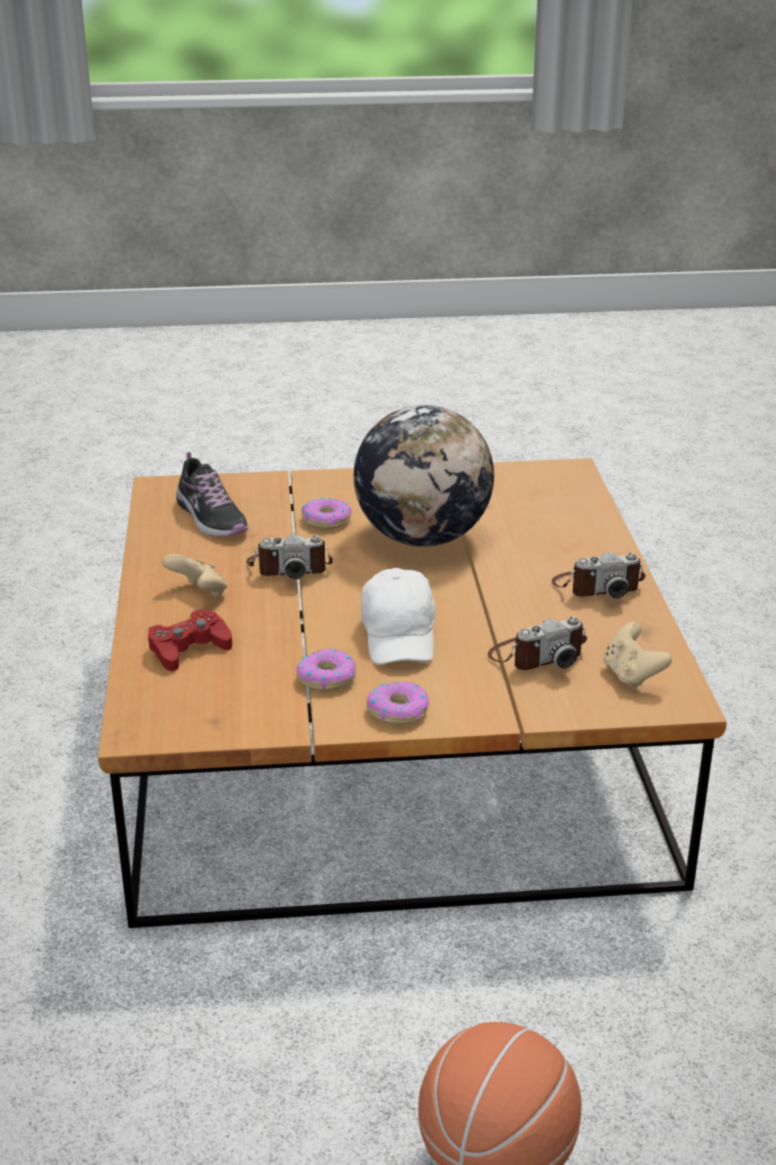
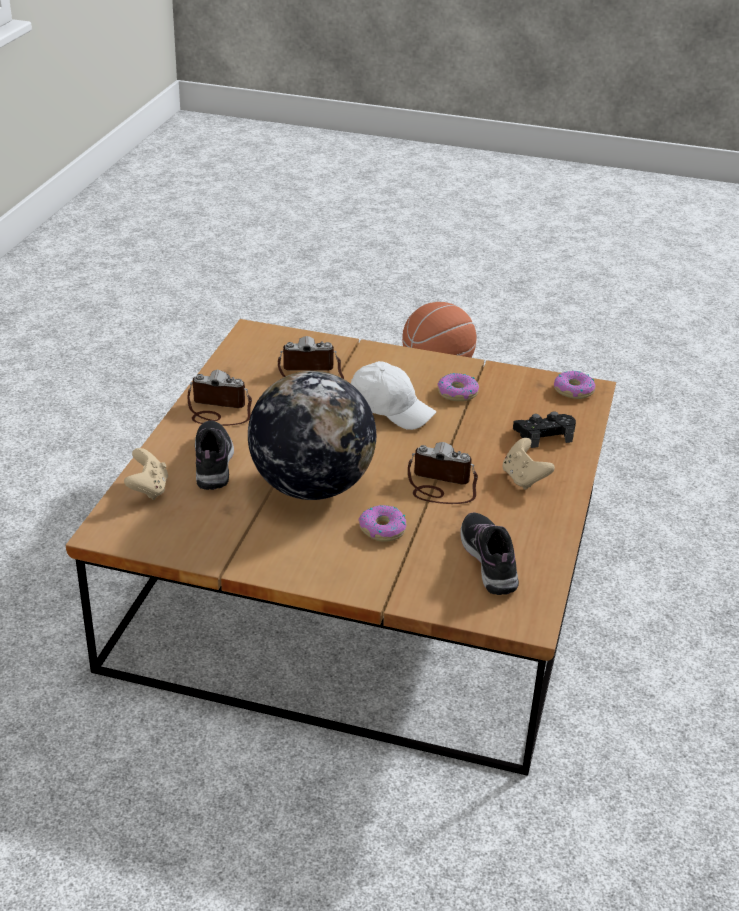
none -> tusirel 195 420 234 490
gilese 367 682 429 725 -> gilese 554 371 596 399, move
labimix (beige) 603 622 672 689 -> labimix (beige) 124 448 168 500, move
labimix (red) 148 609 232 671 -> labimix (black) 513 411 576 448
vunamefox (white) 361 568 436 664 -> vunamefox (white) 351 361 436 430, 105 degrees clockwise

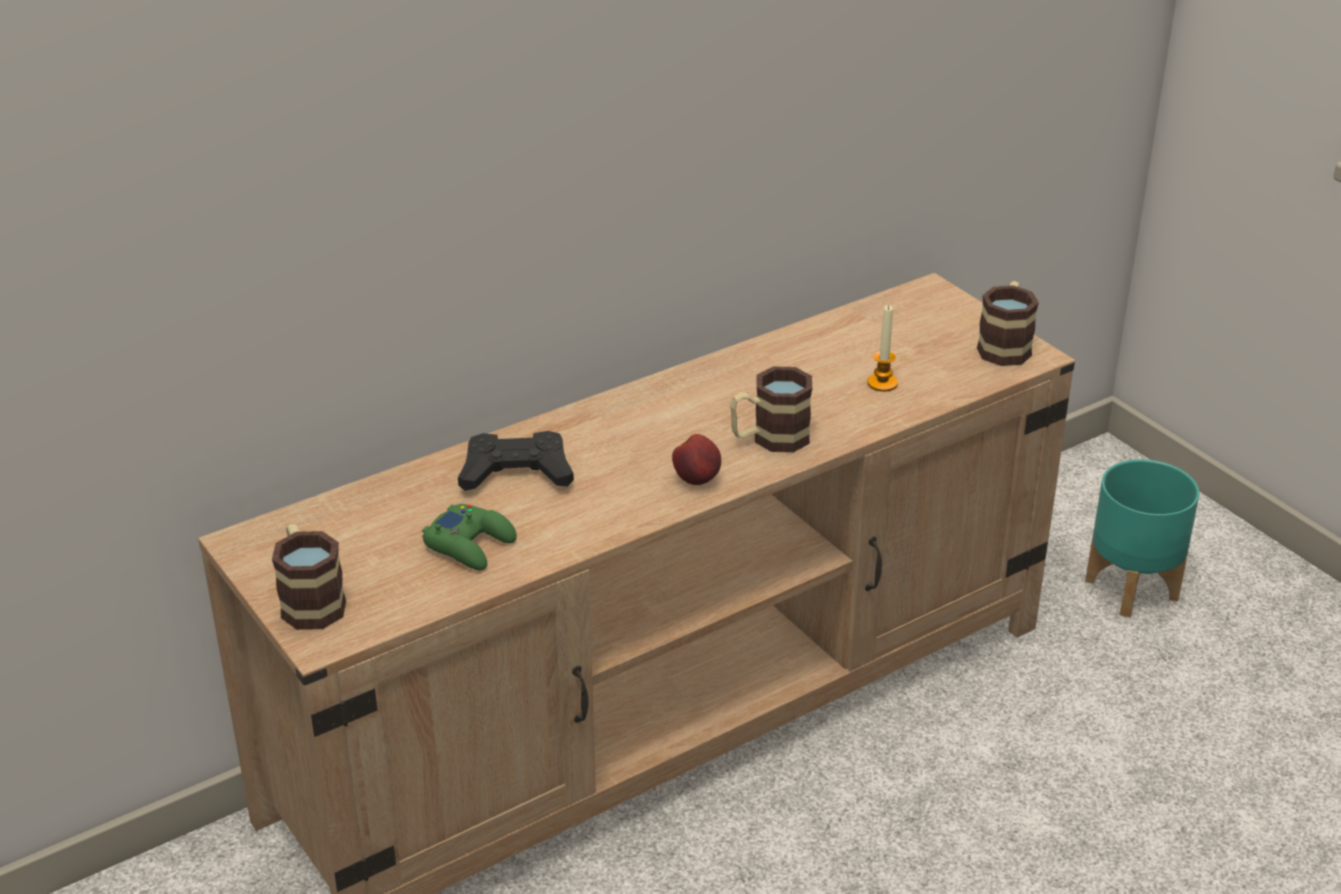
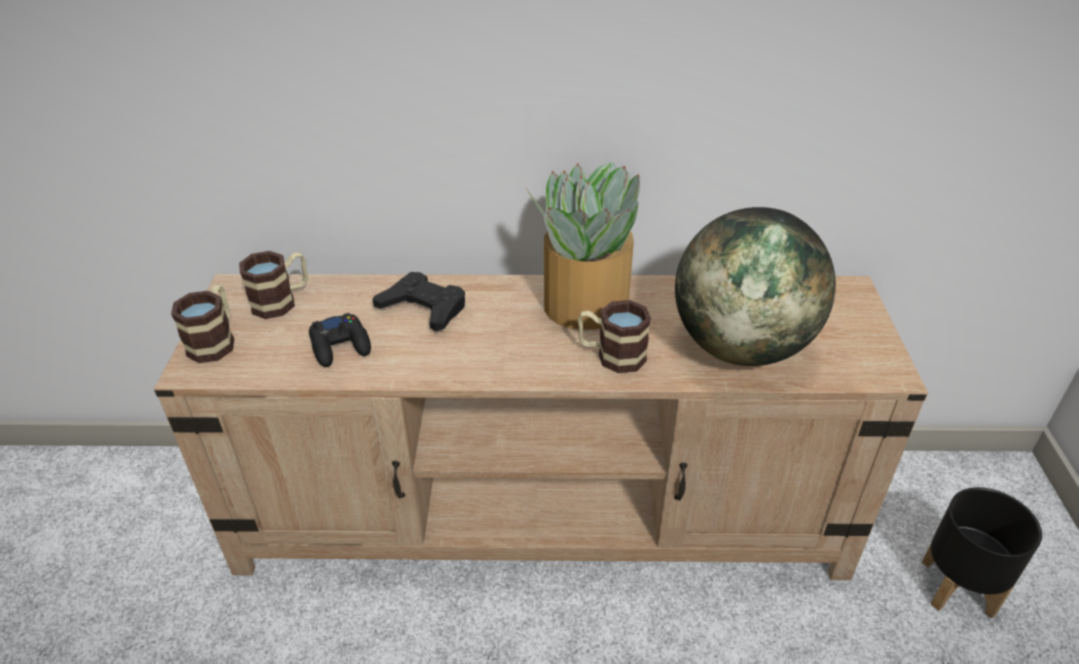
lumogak 672 434 721 485 -> none
none -> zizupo 526 162 640 330
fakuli 977 281 1039 366 -> fakuli 239 251 308 319, move
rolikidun 867 305 898 392 -> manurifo 675 207 836 366
labimix (green) 422 504 517 571 -> labimix (black) 309 313 371 367
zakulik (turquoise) 1085 459 1199 617 -> zakulik (black) 922 487 1042 618

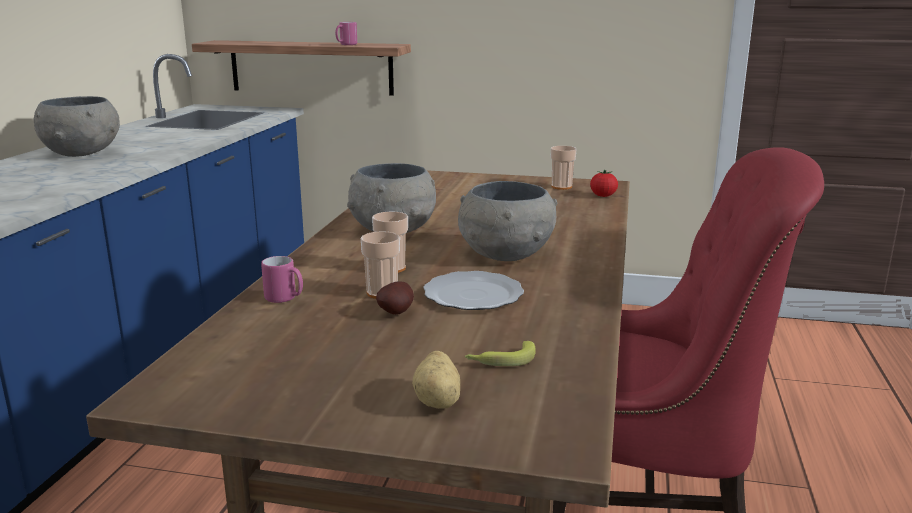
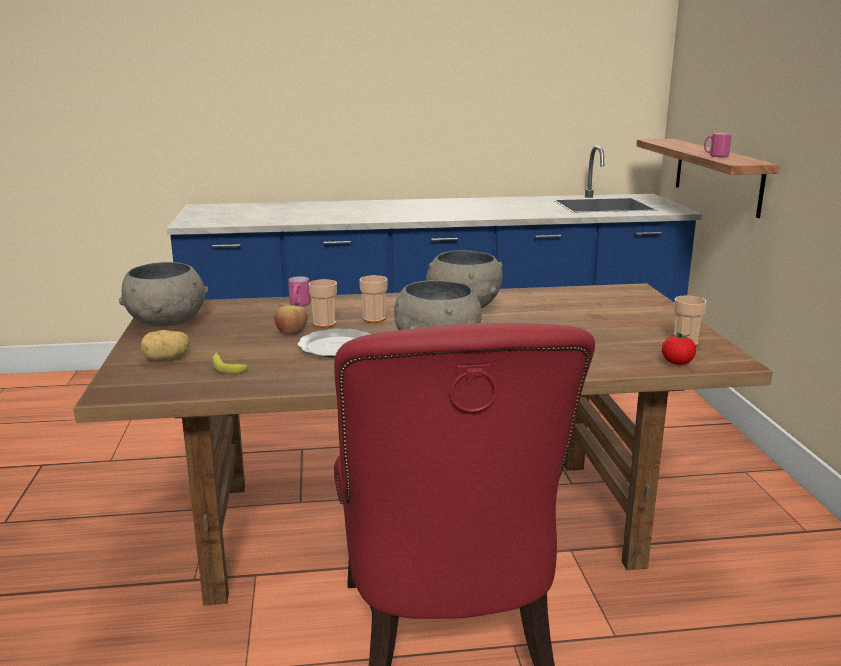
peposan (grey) 34 96 120 157 -> peposan (grey) 118 262 208 326, move
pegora 376 281 414 315 -> lumogak 274 305 308 335

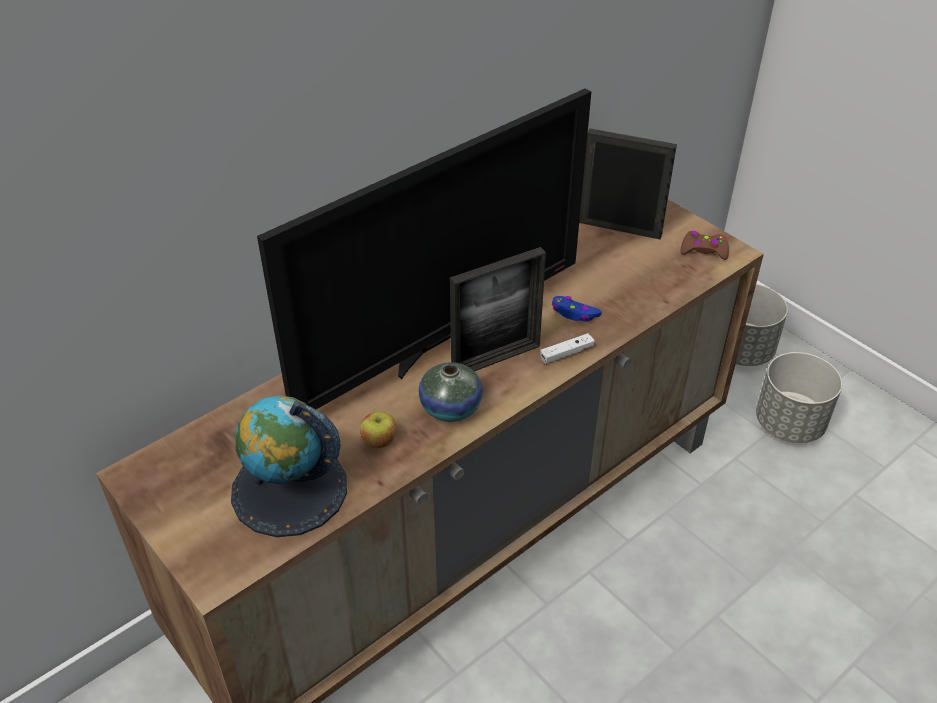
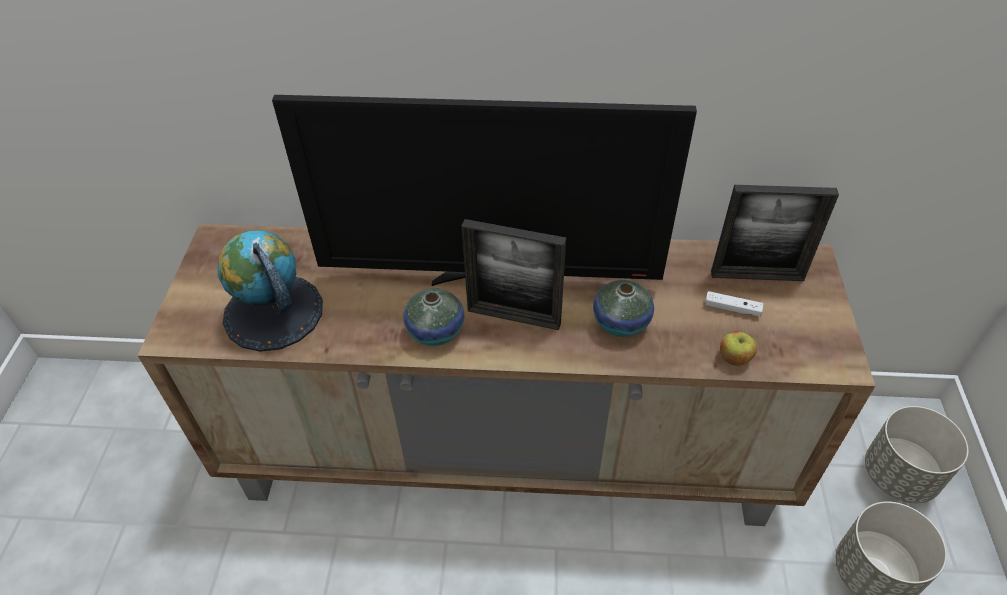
labimix (brown) 680 231 729 260 -> none
lumogak 360 412 396 448 -> lumogak 720 331 757 366, move
labimix (white) 540 333 595 364 -> labimix (white) 705 291 763 316, move
labimix (blue) 552 296 602 322 -> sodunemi 593 280 654 337
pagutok 579 128 677 239 -> pagutok 711 185 839 281, 120 degrees clockwise

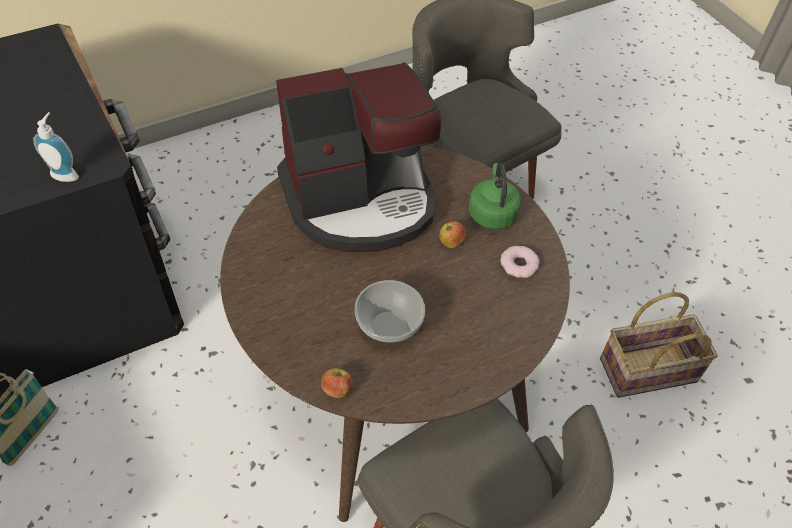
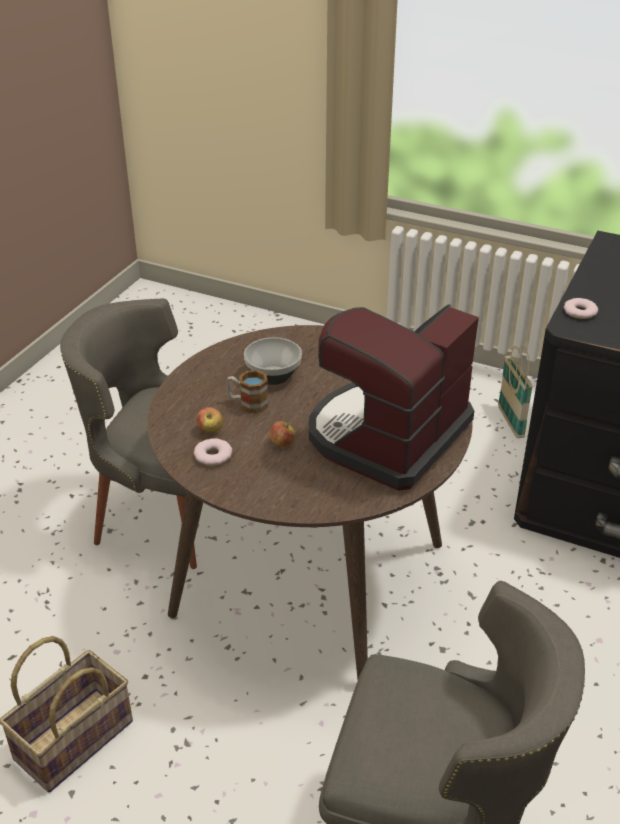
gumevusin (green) 469 163 521 230 -> none
none -> fakuli 226 370 268 413
lumogak 321 368 353 398 -> lumogak 196 407 223 433, move
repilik 33 112 79 182 -> gilese 564 298 598 319

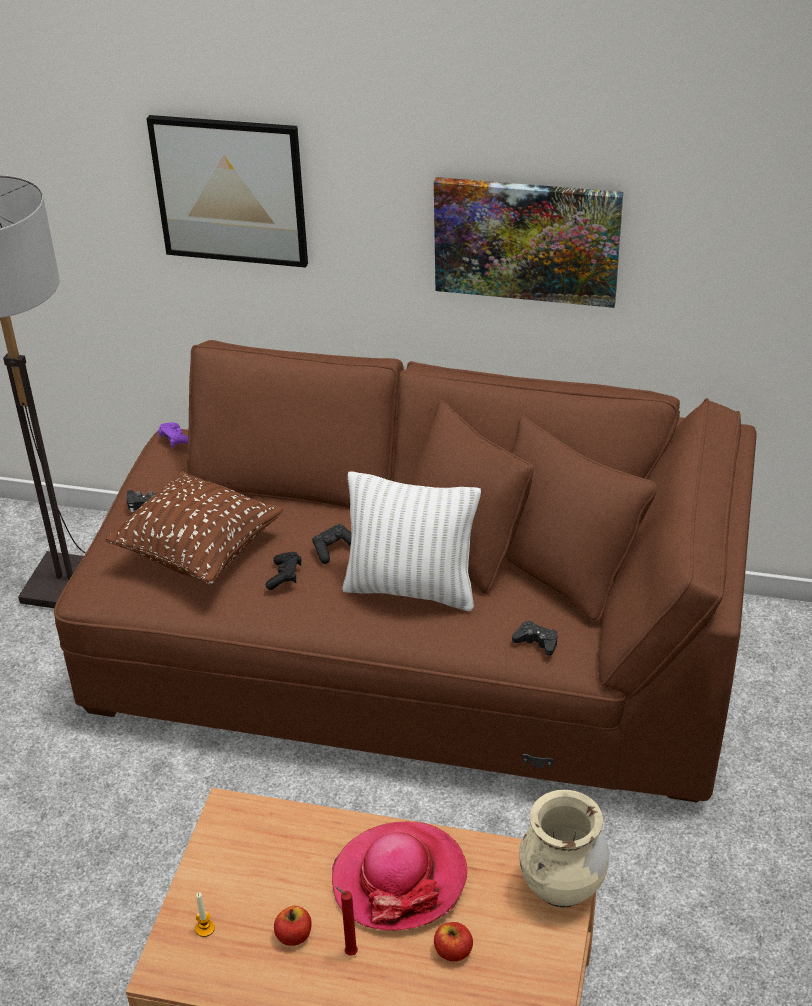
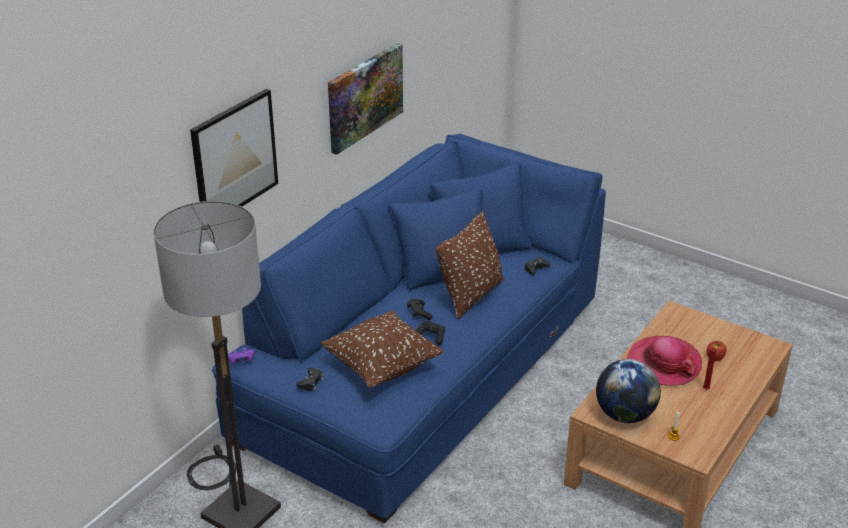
lumogak 274 906 312 946 -> none
sodunemi (beige) 519 790 609 907 -> none
none -> manurifo 596 359 661 423
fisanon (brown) 54 340 757 802 -> fisanon (blue) 212 134 606 523
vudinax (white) 342 472 481 611 -> vudinax (brown) 436 211 504 319

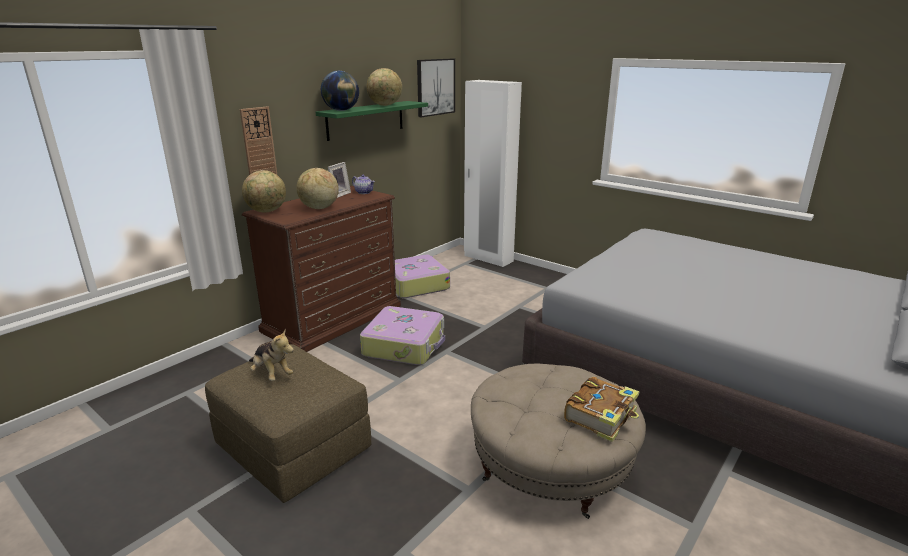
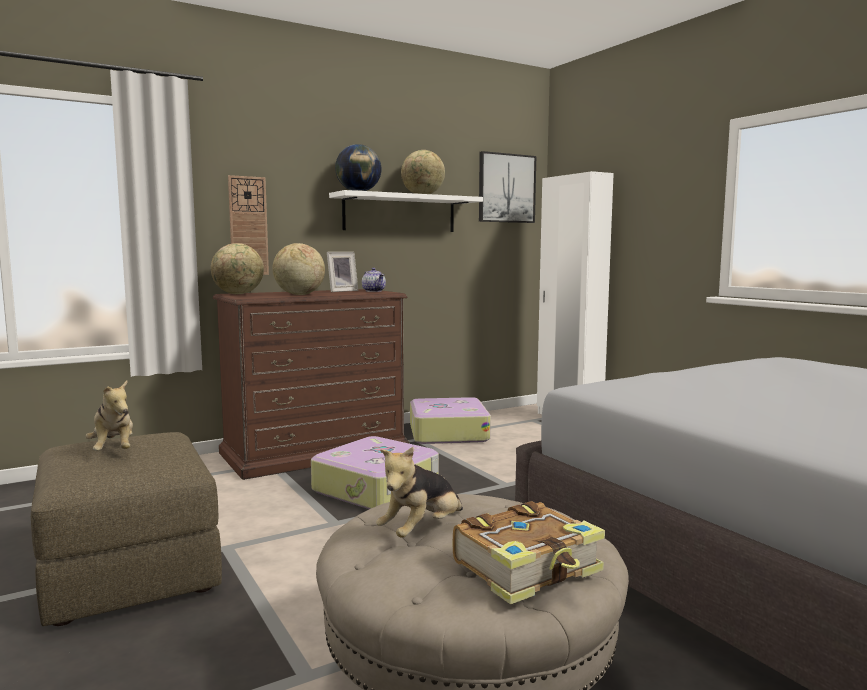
none -> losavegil 376 447 463 538
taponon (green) 316 101 428 141 -> taponon (white) 329 190 483 232

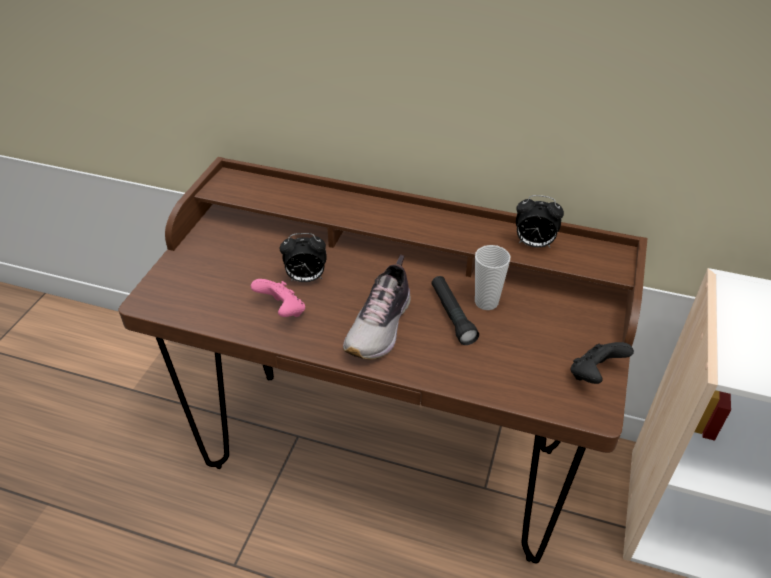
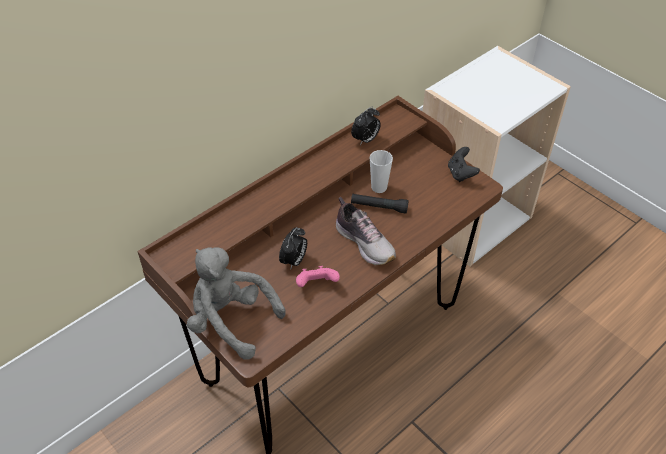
none -> losavegil (grey) 187 247 286 360

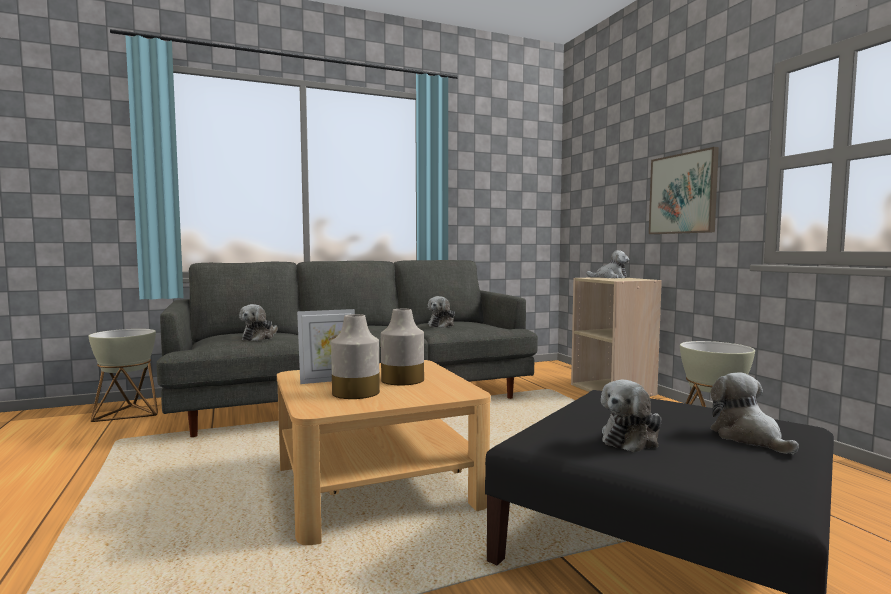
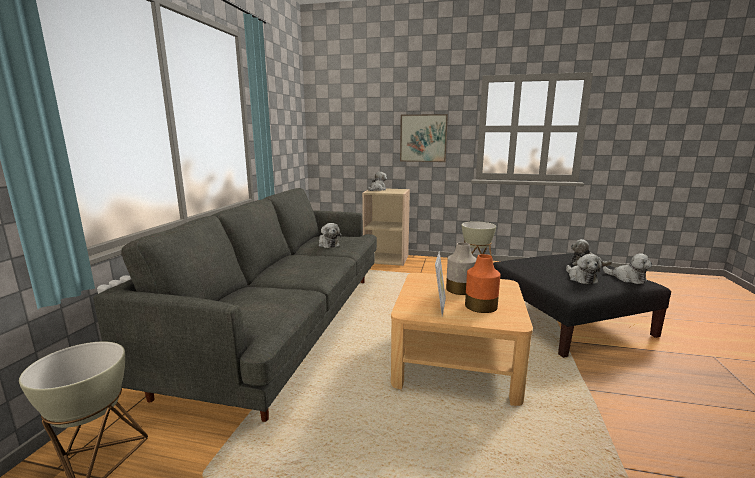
losavegil 239 304 278 341 -> losavegil 603 253 652 284, move
sodunemi (beige) 331 314 380 399 -> sodunemi (orange) 465 254 500 313

